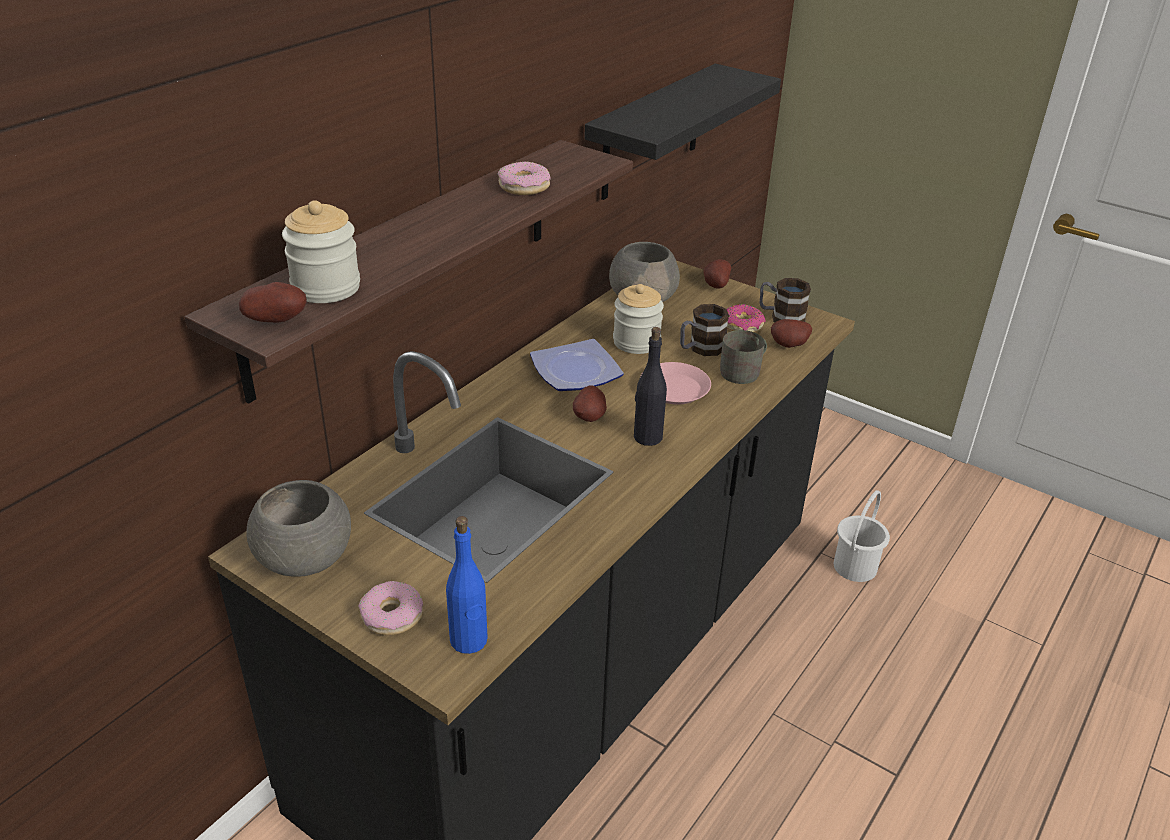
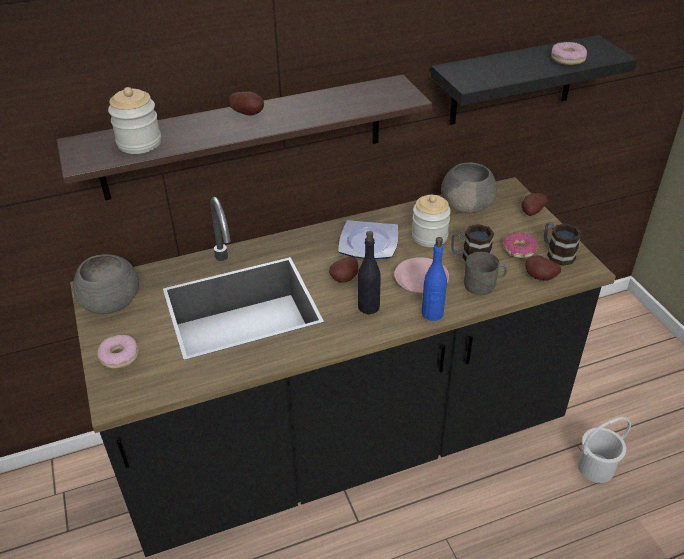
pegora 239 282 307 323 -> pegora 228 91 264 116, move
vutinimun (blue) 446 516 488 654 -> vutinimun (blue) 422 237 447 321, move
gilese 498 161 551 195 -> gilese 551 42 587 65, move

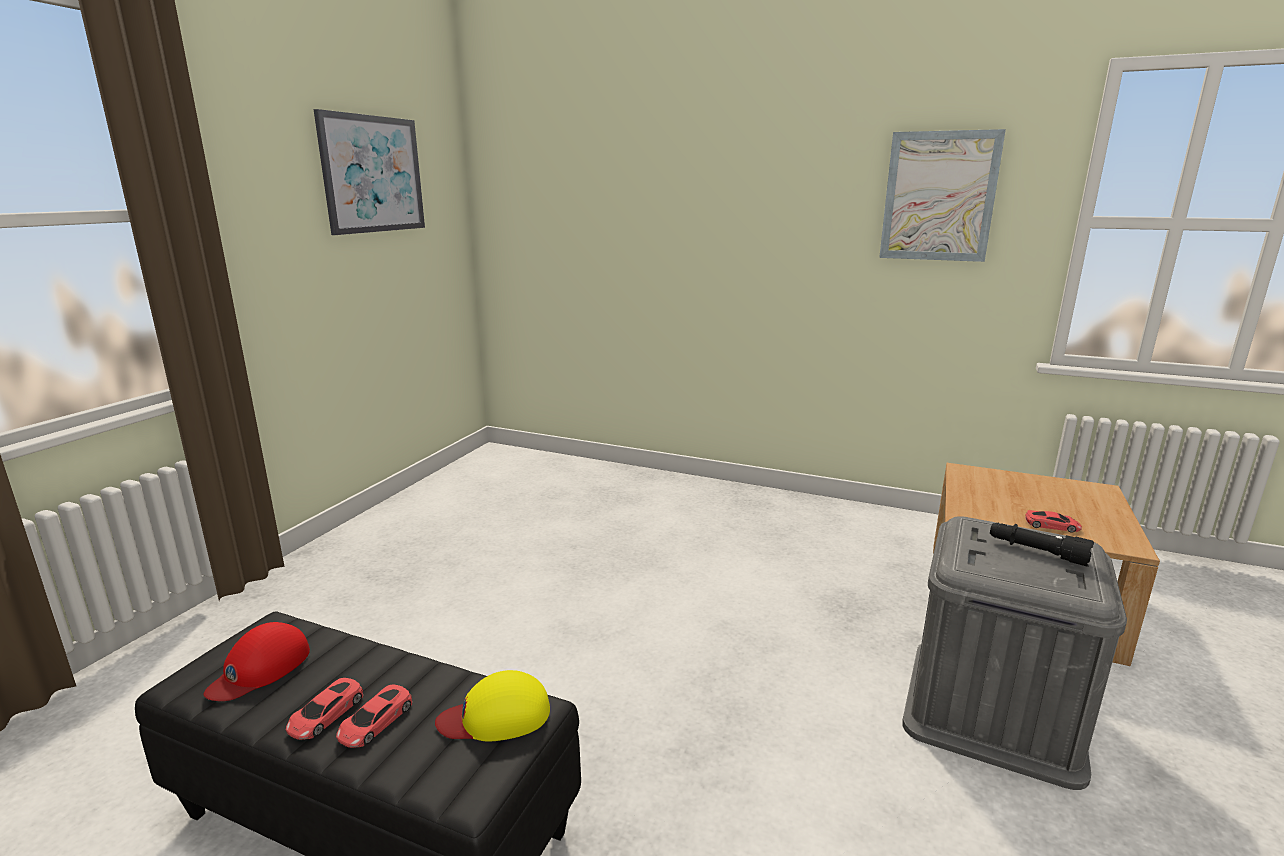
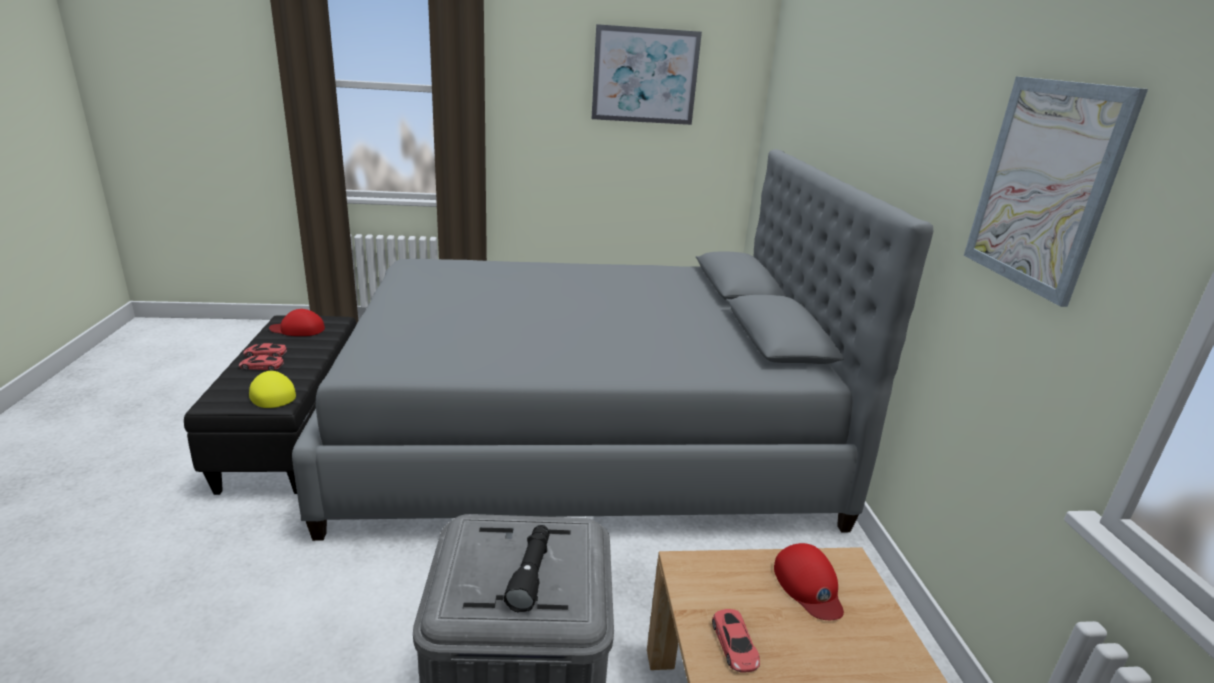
none -> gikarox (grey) 292 149 934 541
none -> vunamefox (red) 774 543 844 620

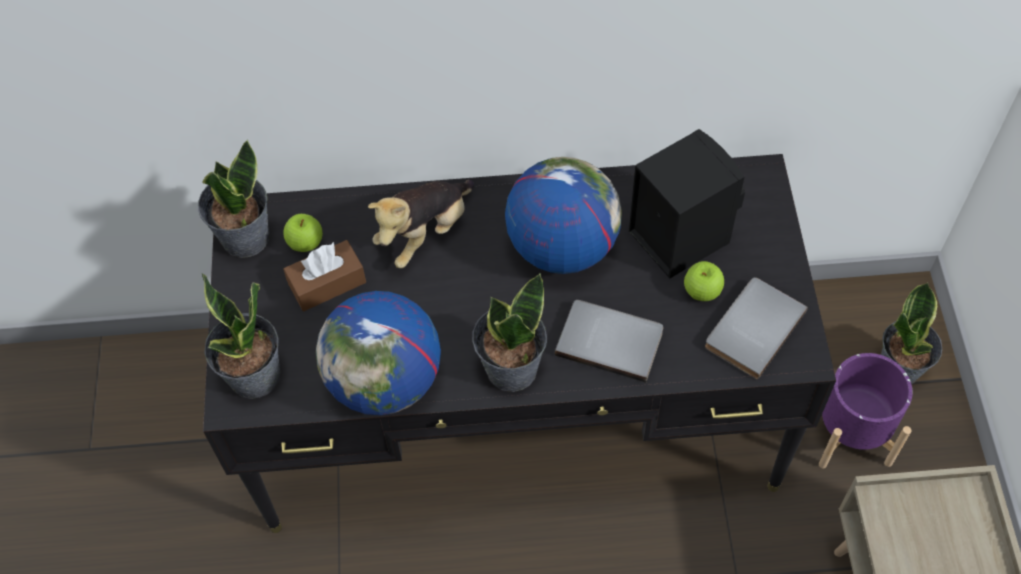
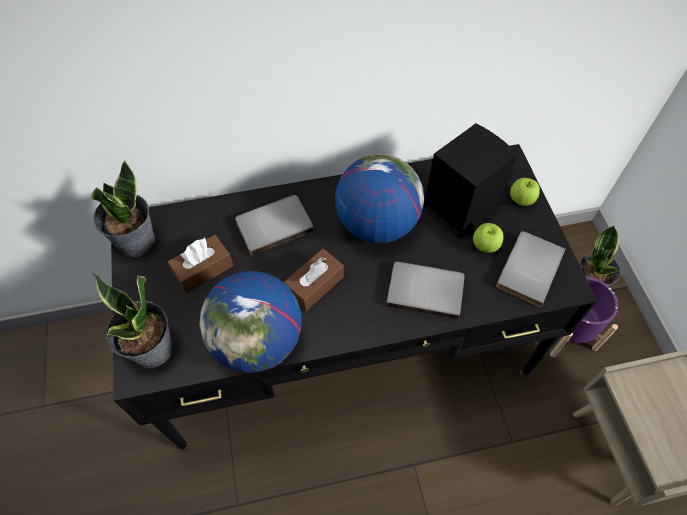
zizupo 472 273 547 392 -> none
none -> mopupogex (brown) 284 248 344 312
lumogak 283 214 323 252 -> lumogak 510 178 540 206, move
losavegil 368 179 474 268 -> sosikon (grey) 235 195 314 256

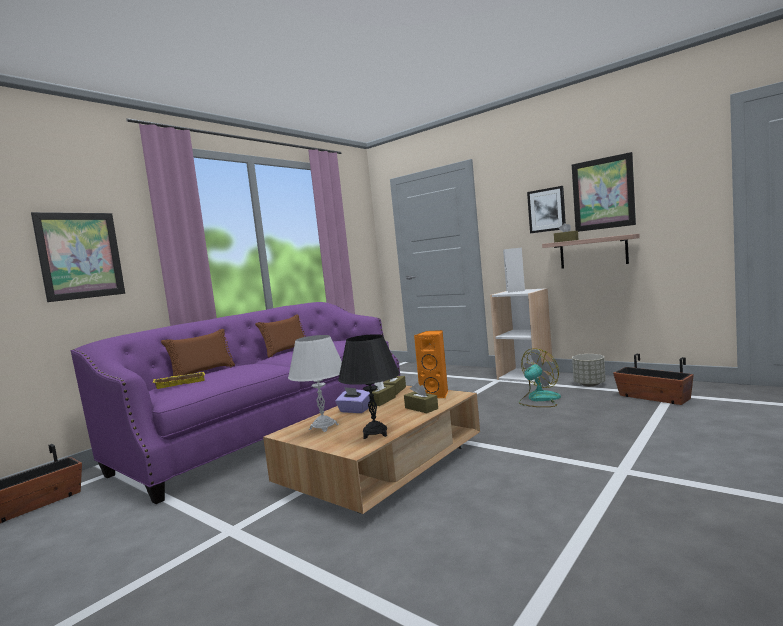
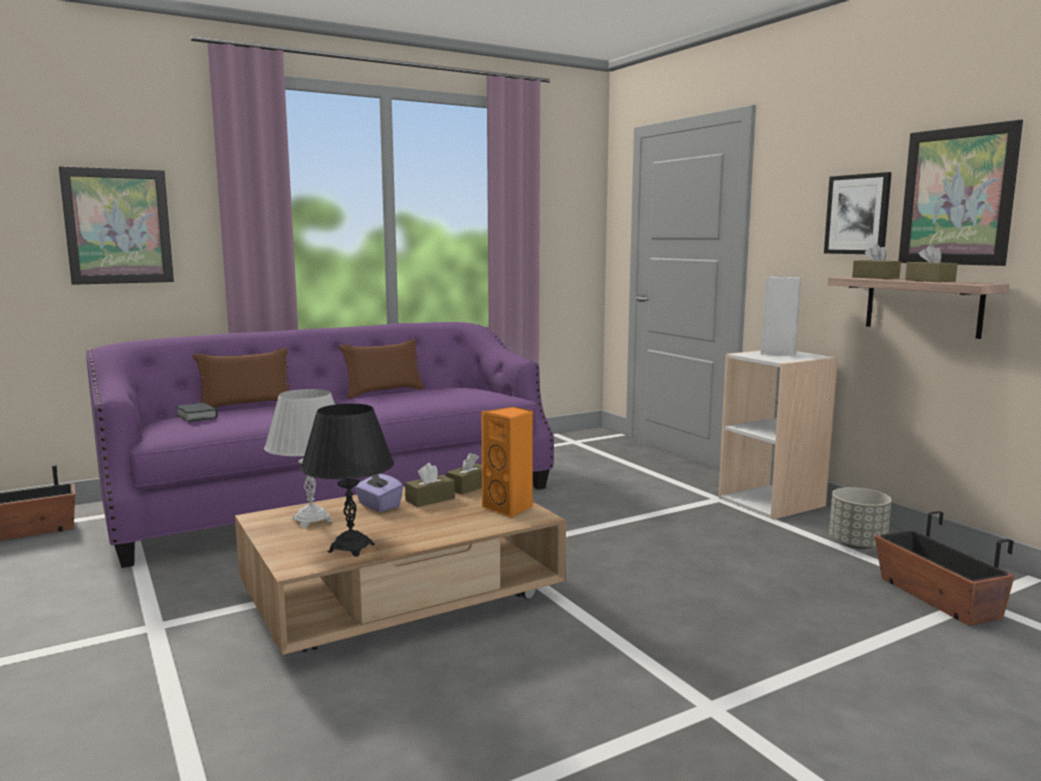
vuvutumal 519 348 561 407 -> none
mopupogex (brown) 404 383 438 413 -> mopupogex (brown) 905 245 958 282, move
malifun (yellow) 153 372 205 389 -> sosikon 176 403 218 422

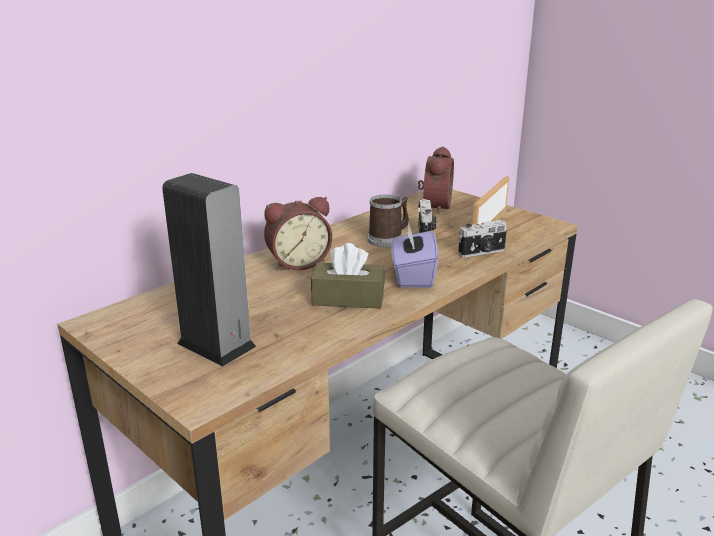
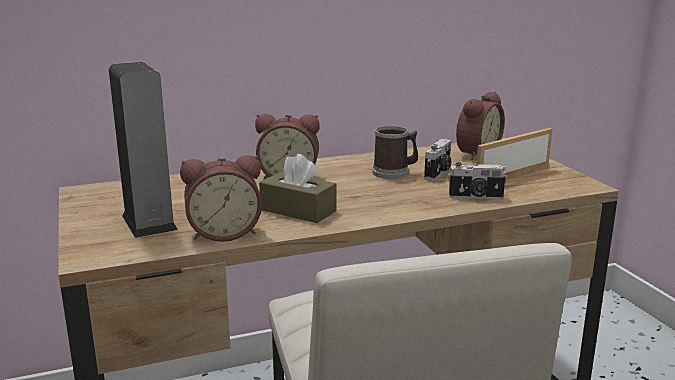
mopupogex (purple) 391 222 438 288 -> none
none -> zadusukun 180 155 262 242

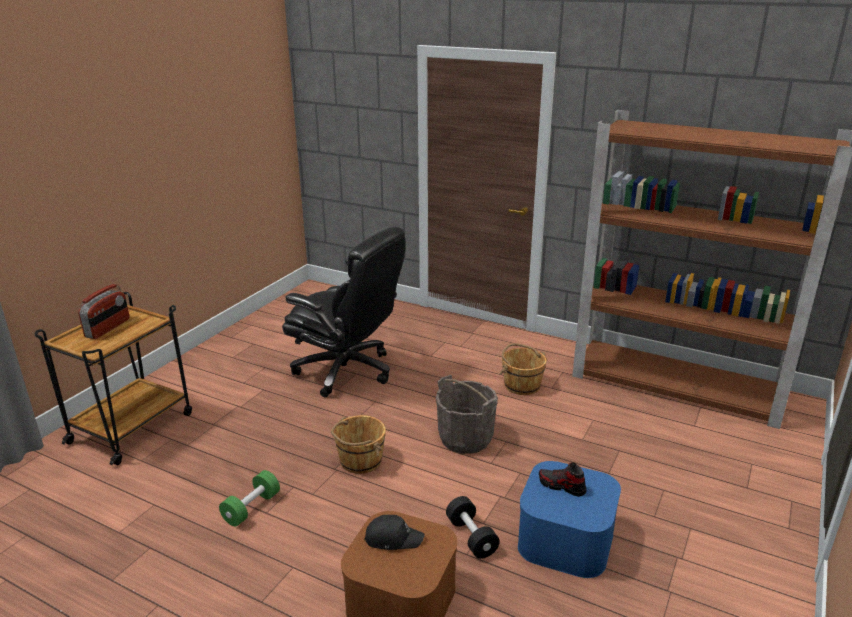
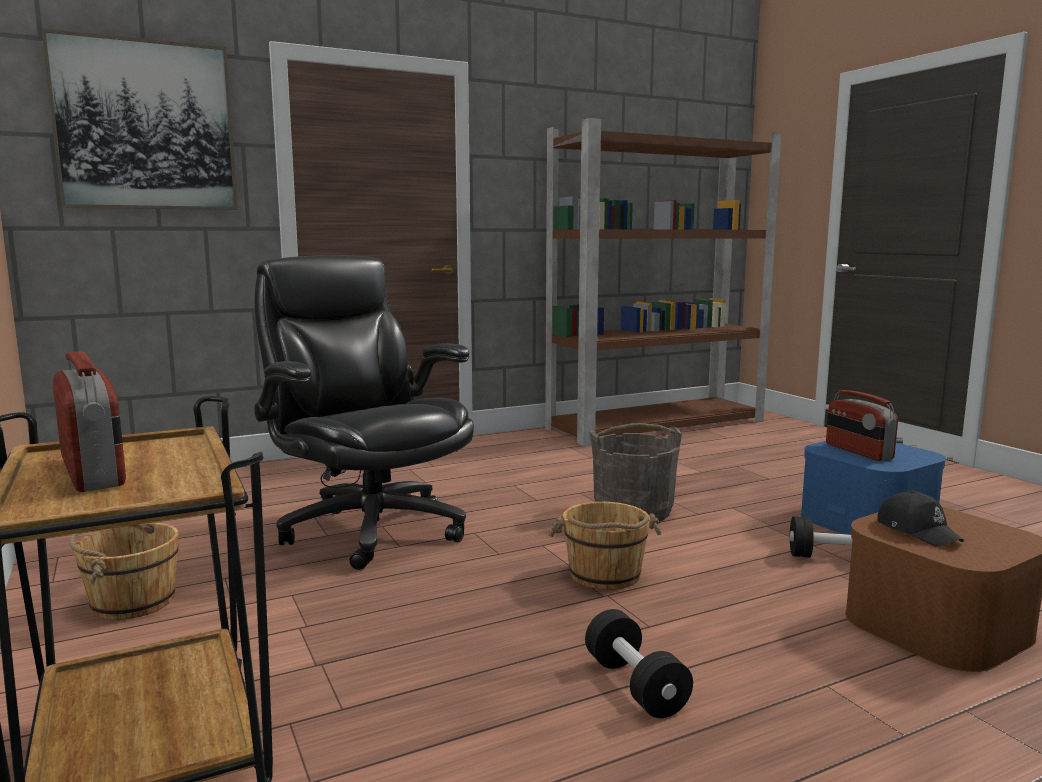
none -> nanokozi 42 29 238 210
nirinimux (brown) 500 343 547 395 -> nirinimux (brown) 69 521 179 620, move
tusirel 539 462 587 497 -> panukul 826 390 898 461
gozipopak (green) 219 470 280 526 -> gozipopak (black) 585 609 693 718
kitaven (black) 282 226 405 397 -> kitaven (black) 254 255 474 570, 105 degrees counterclockwise
vunamefox (black) 364 515 425 550 -> vunamefox (black) 877 491 964 547, 120 degrees clockwise

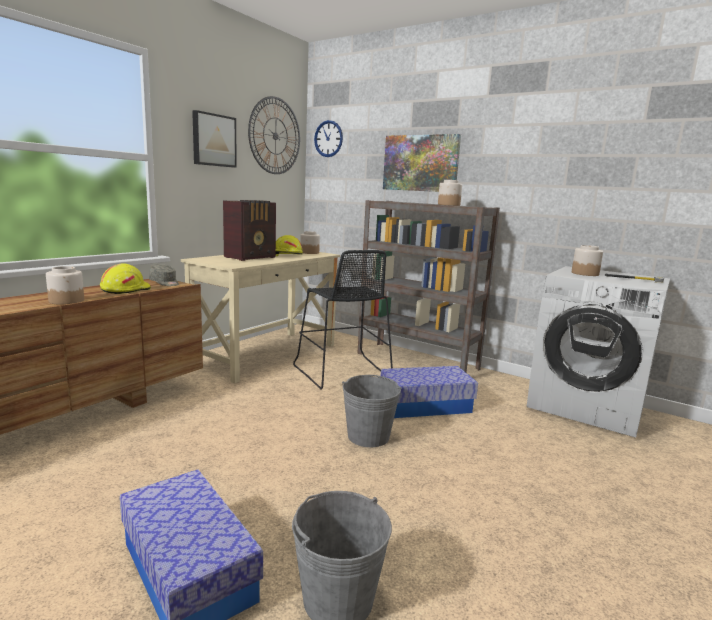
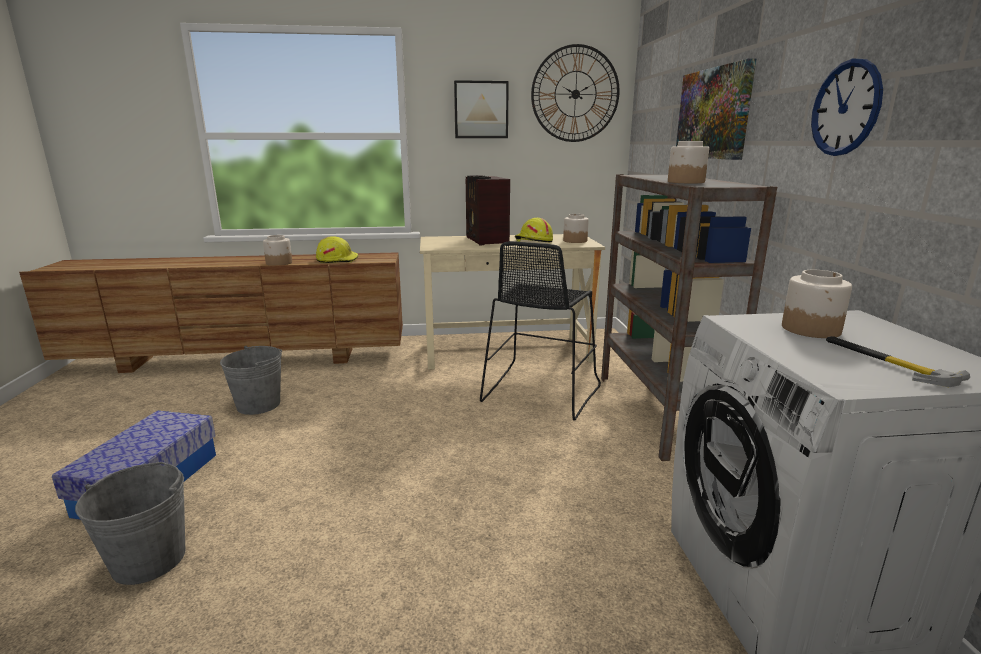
vunamefox (grey) 149 264 179 286 -> none
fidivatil 381 366 478 418 -> none
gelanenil 314 120 343 157 -> gelanenil 811 59 883 156, move
nirinimux (grey) 342 375 402 447 -> nirinimux (grey) 220 346 282 415, move
panukul 223 200 276 261 -> panukul 466 175 510 245, 75 degrees clockwise

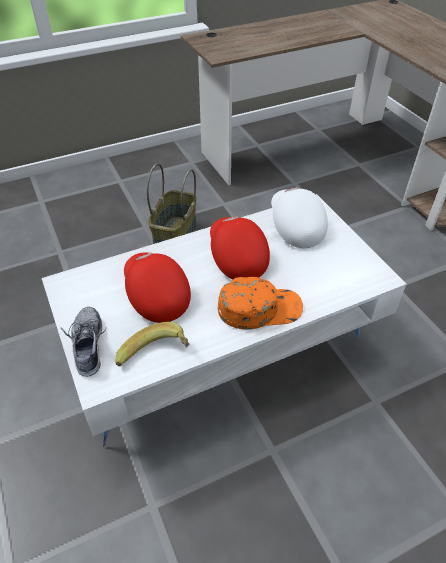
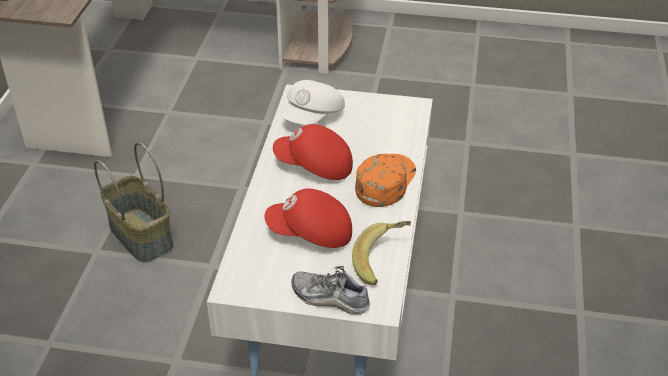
vunamefox (white) 271 187 328 248 -> vunamefox (white) 281 80 345 125, 75 degrees counterclockwise

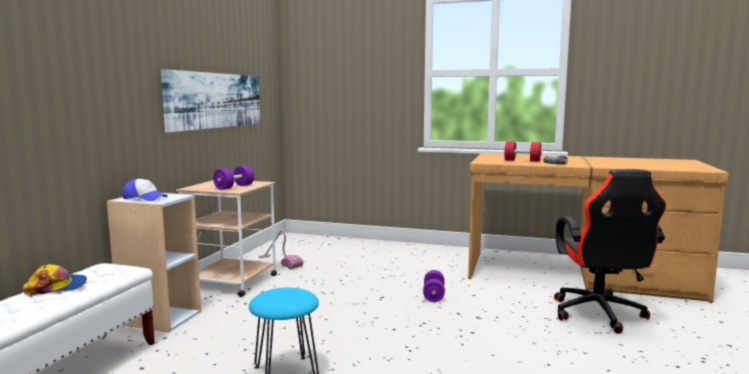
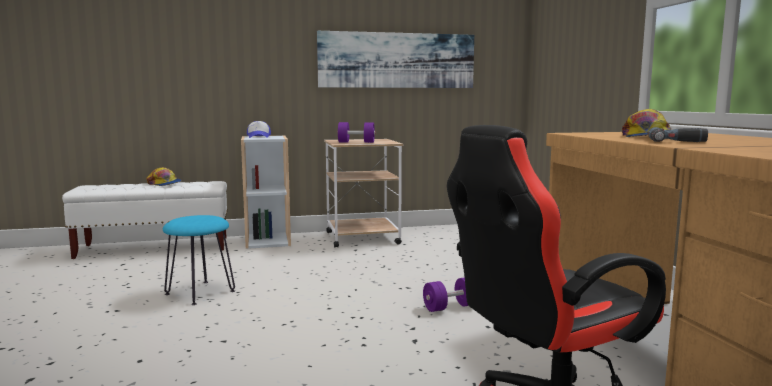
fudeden 258 230 303 269 -> none
gozipopak (red) 504 141 542 162 -> vunamefox 622 109 671 137

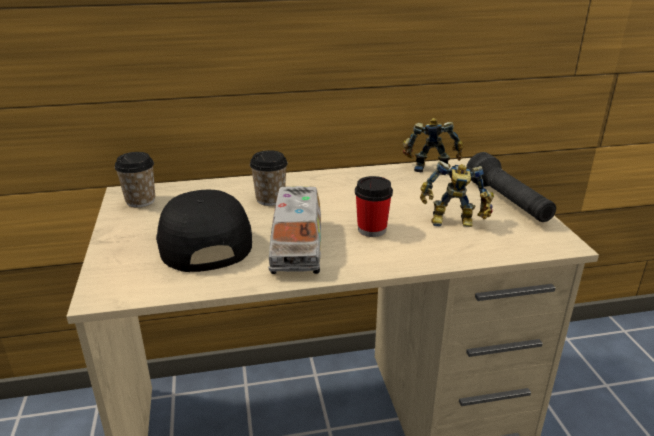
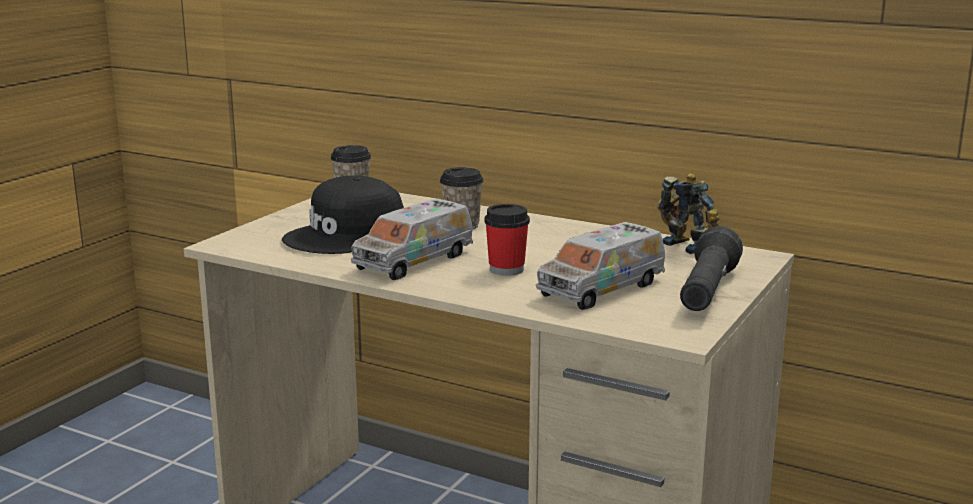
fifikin 420 161 494 227 -> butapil 536 222 665 310
vunamefox (black) 156 190 252 272 -> vunamefox (black) 282 176 404 254, 150 degrees counterclockwise

